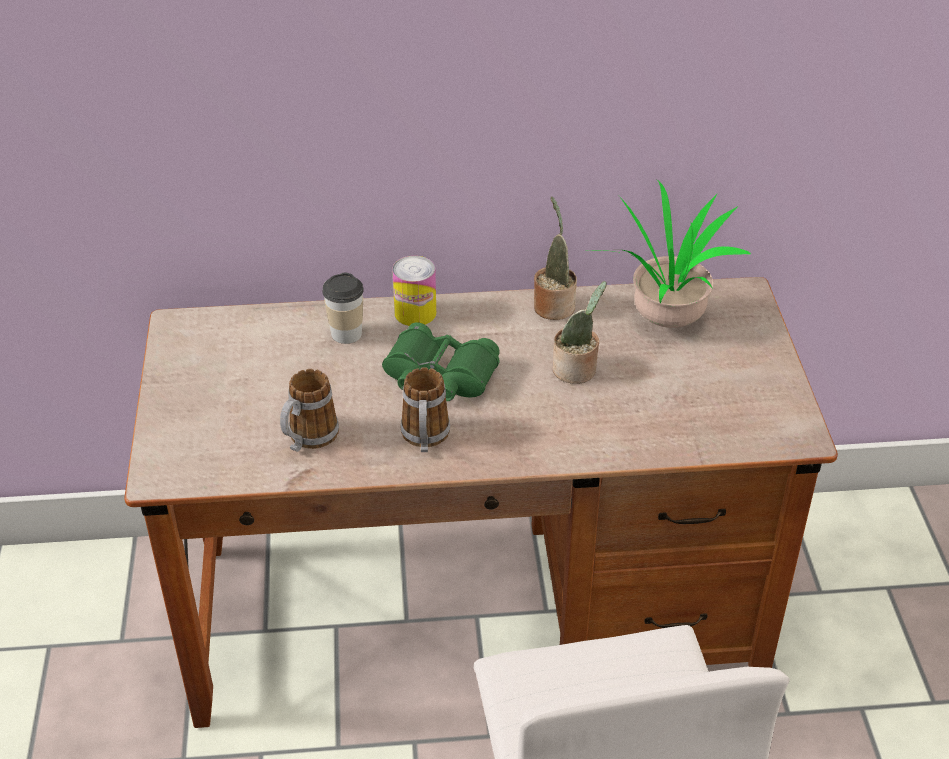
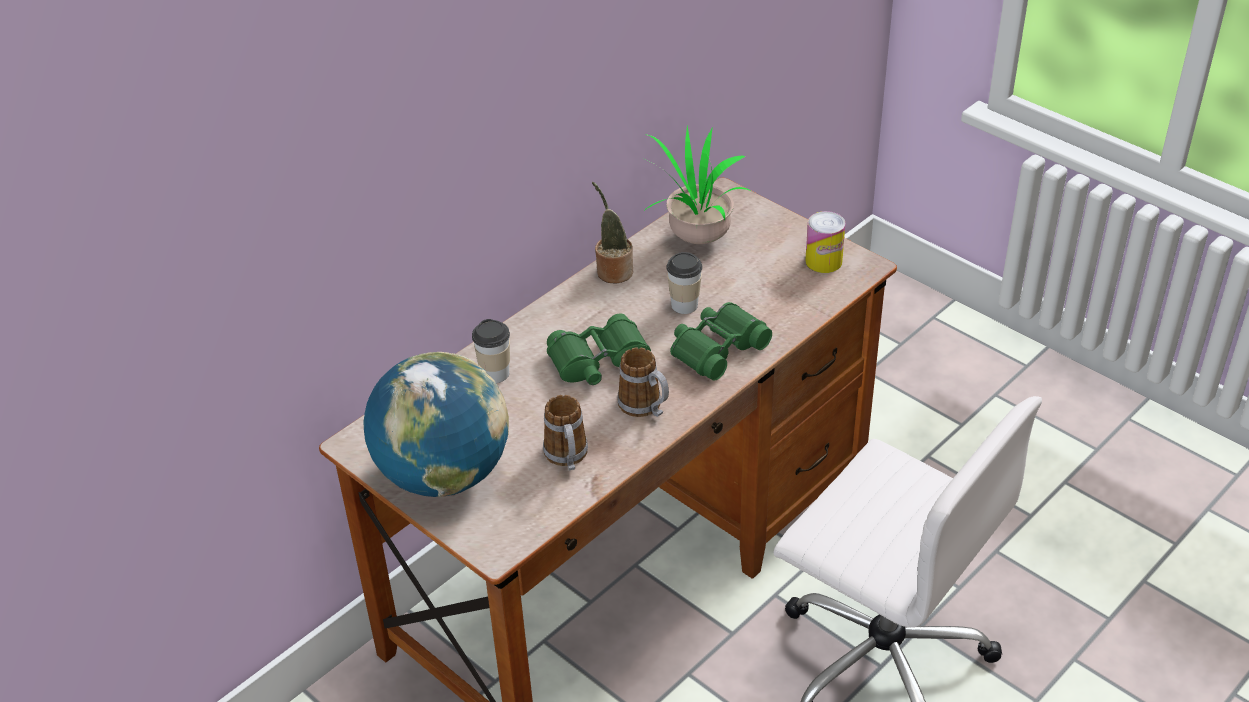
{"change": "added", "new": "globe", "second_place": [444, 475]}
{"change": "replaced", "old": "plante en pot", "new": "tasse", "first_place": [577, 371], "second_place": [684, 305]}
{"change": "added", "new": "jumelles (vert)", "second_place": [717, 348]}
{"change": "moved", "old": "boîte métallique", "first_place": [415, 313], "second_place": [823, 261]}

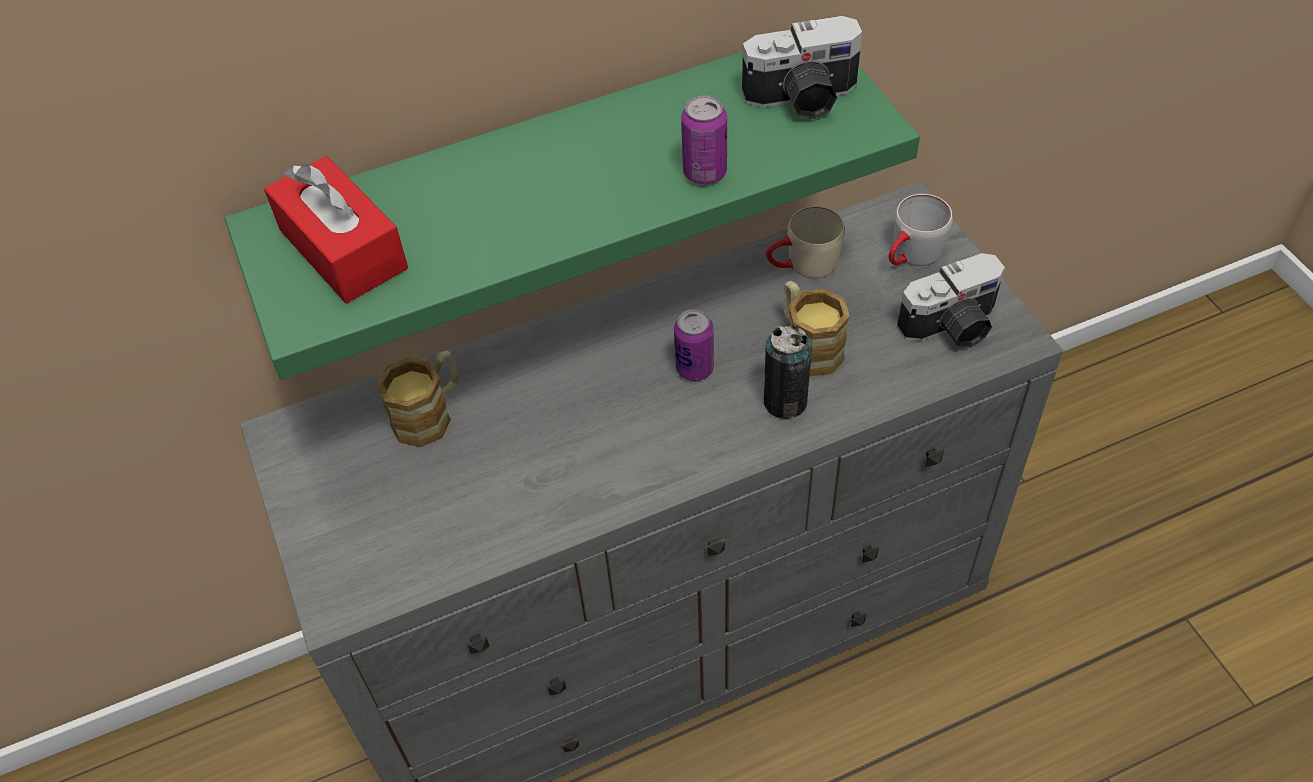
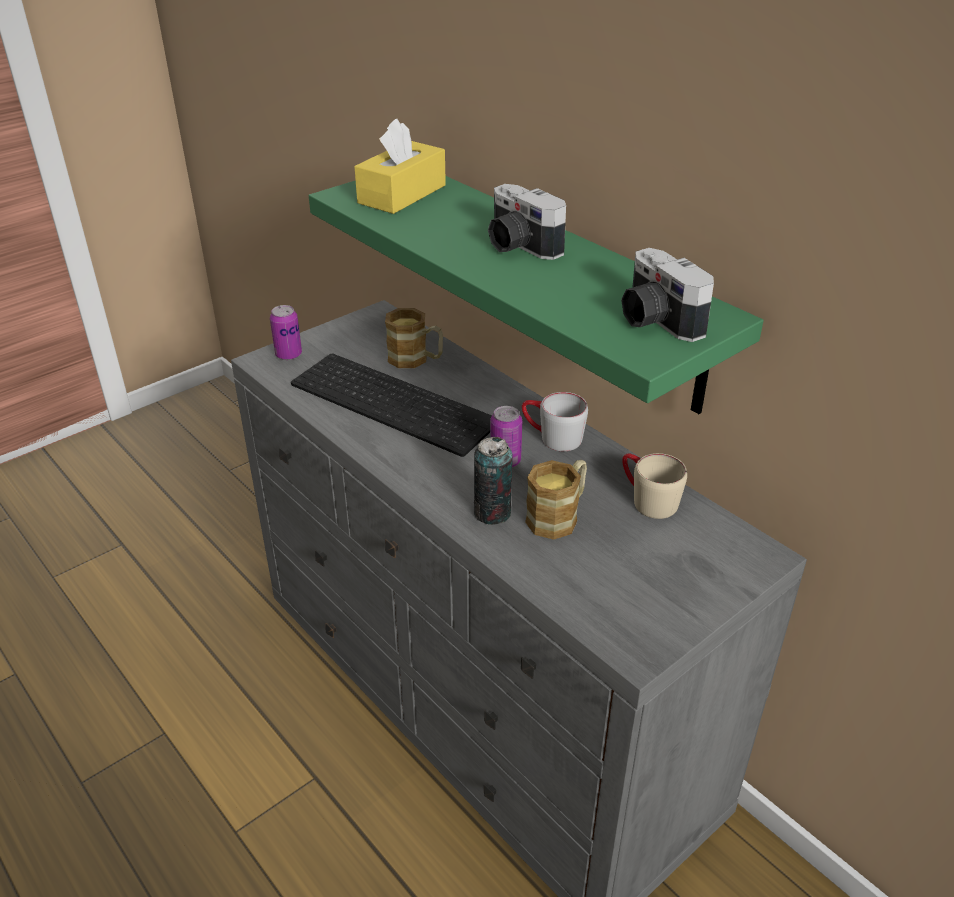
{"change": "moved", "old": "boîte métallique", "first_place": [704, 172], "second_place": [288, 355]}
{"change": "added", "new": "clavier", "second_place": [397, 402]}
{"change": "recoloured", "old": "boîte à mouchoirs (rouge)", "new": "boîte à mouchoirs (jaune)", "first_place": [343, 249], "second_place": [402, 194]}
{"change": "moved", "old": "appareil photo", "first_place": [953, 327], "second_place": [518, 246]}
{"change": "moved", "old": "mug (gris)", "first_place": [911, 256], "second_place": [552, 437]}

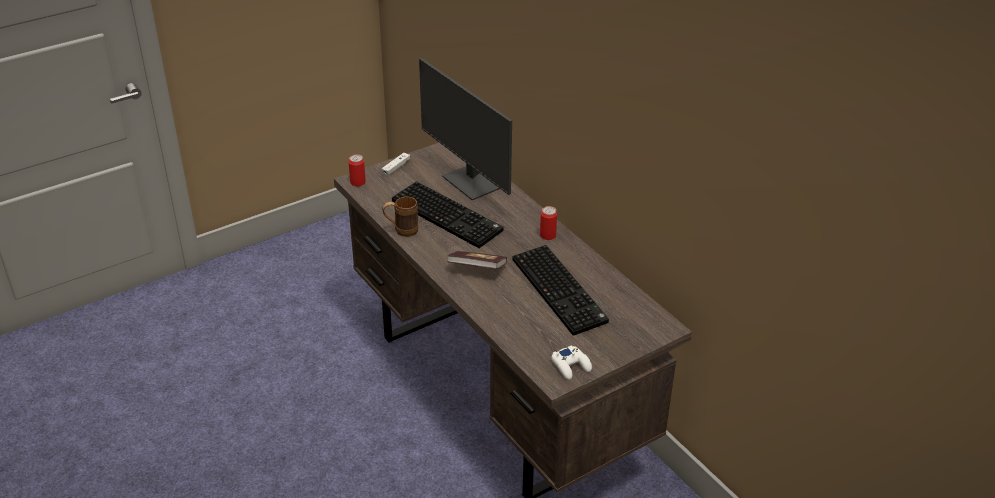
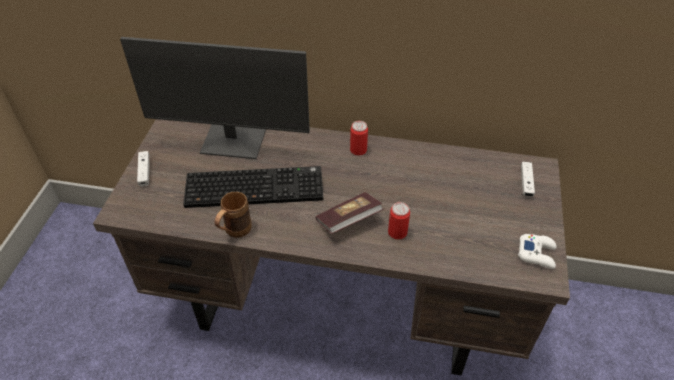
{"change": "moved", "old": "boîte métallique", "first_place": [358, 182], "second_place": [397, 232]}
{"change": "added", "new": "manette (blanc)", "second_place": [526, 183]}
{"change": "removed", "old": "clavier", "first_place": [561, 291]}

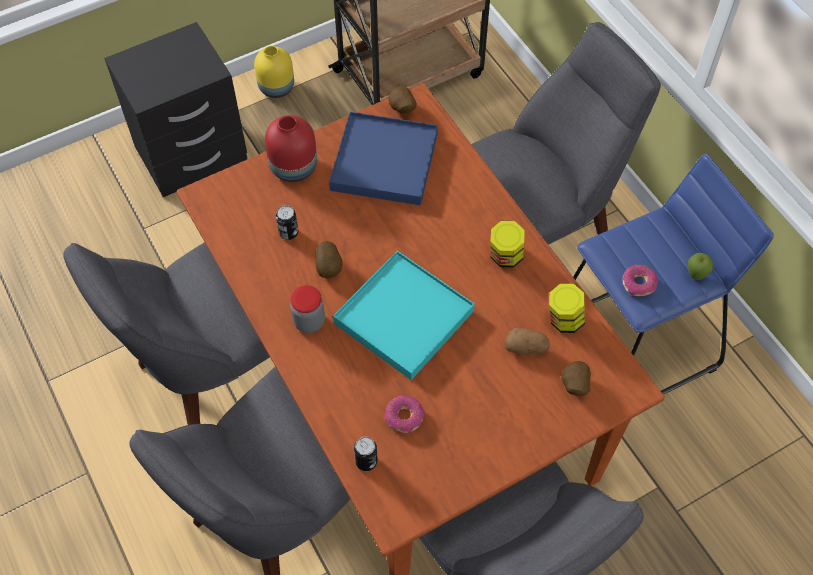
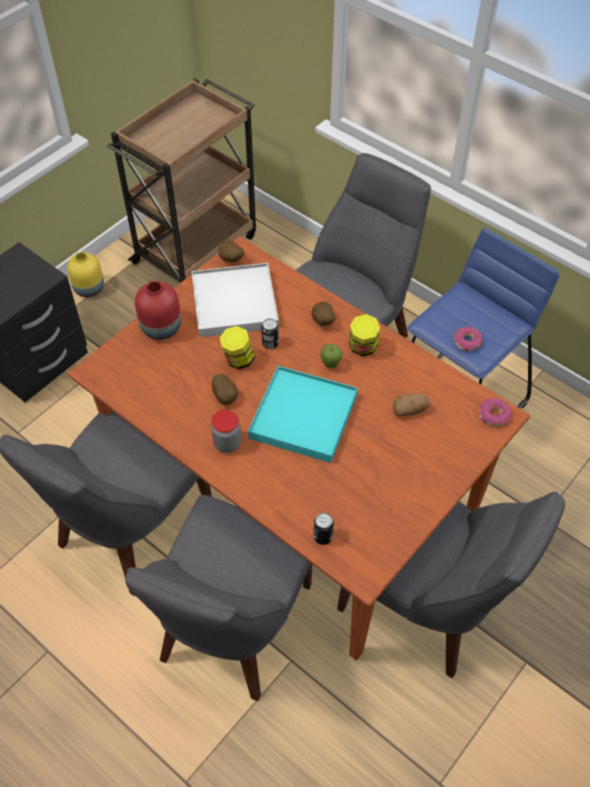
{"change": "recoloured", "old": "plateau (bleu)", "new": "plateau (blanc)", "first_place": [385, 161], "second_place": [235, 303]}
{"change": "moved", "old": "bocal", "first_place": [564, 320], "second_place": [238, 360]}
{"change": "moved", "old": "boîte métallique", "first_place": [288, 233], "second_place": [270, 343]}
{"change": "moved", "old": "pomme de terre", "first_place": [574, 386], "second_place": [322, 322]}
{"change": "moved", "old": "pomme", "first_place": [695, 276], "second_place": [330, 365]}
{"change": "moved", "old": "beignet", "first_place": [404, 417], "second_place": [494, 415]}

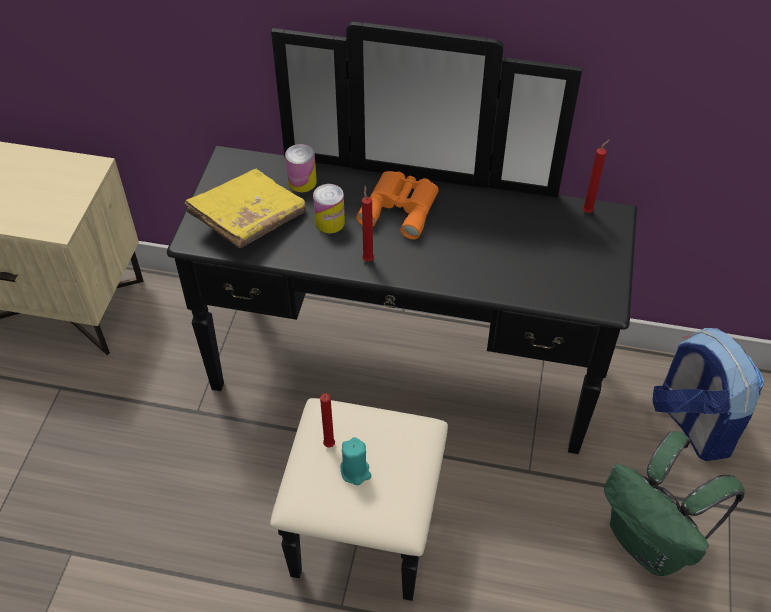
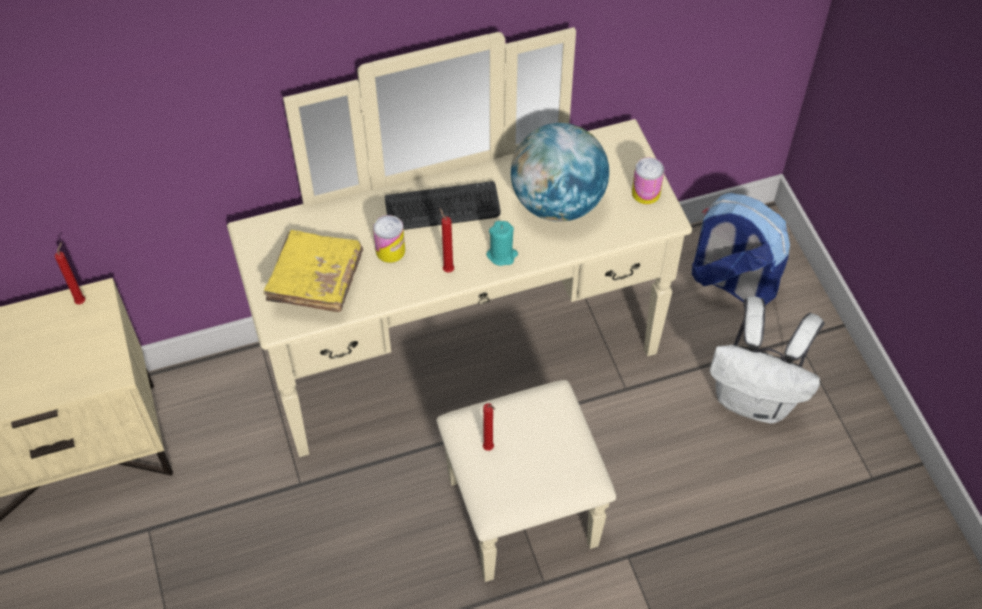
{"change": "moved", "old": "bougie (rouge)", "first_place": [588, 211], "second_place": [82, 301]}
{"change": "recoloured", "old": "commode (noir)", "new": "commode (beige)", "first_place": [396, 405], "second_place": [477, 387]}
{"change": "replaced", "old": "jumelles (orange)", "new": "clavier", "first_place": [401, 207], "second_place": [442, 208]}
{"change": "moved", "old": "bougie (turquoise)", "first_place": [355, 471], "second_place": [502, 255]}
{"change": "added", "new": "globe", "second_place": [557, 202]}
{"change": "moved", "old": "boîte métallique", "first_place": [302, 182], "second_place": [646, 193]}
{"change": "recoloured", "old": "sac à dos (vert)", "new": "sac à dos (blanc)", "first_place": [651, 543], "second_place": [755, 399]}

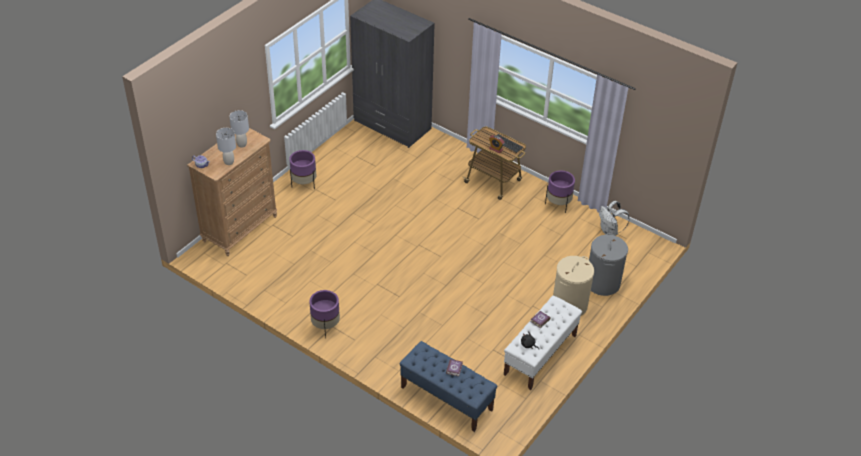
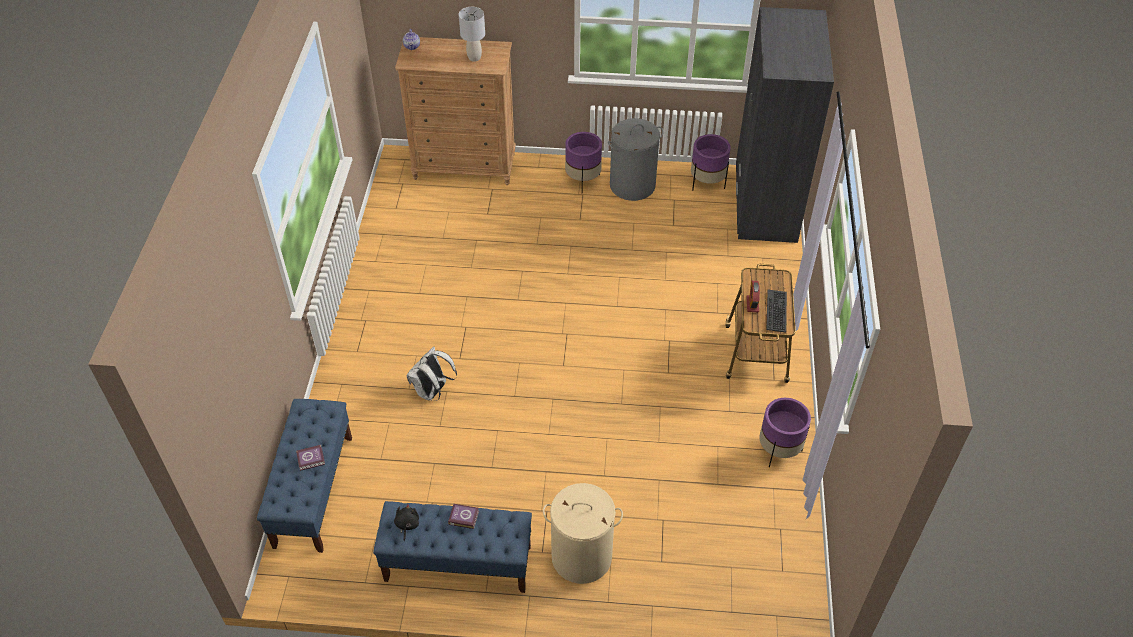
{"change": "recoloured", "old": "banc (blanc)", "new": "banc (bleu)", "first_place": [540, 355], "second_place": [457, 563]}
{"change": "moved", "old": "sac à dos (blanc)", "first_place": [610, 232], "second_place": [432, 392]}
{"change": "moved", "old": "panier à linge (gris)", "first_place": [603, 283], "second_place": [632, 185]}
{"change": "moved", "old": "cache-pot (violet)", "first_place": [325, 326], "second_place": [707, 183]}
{"change": "removed", "old": "lampe de table (gris)", "first_place": [229, 162]}

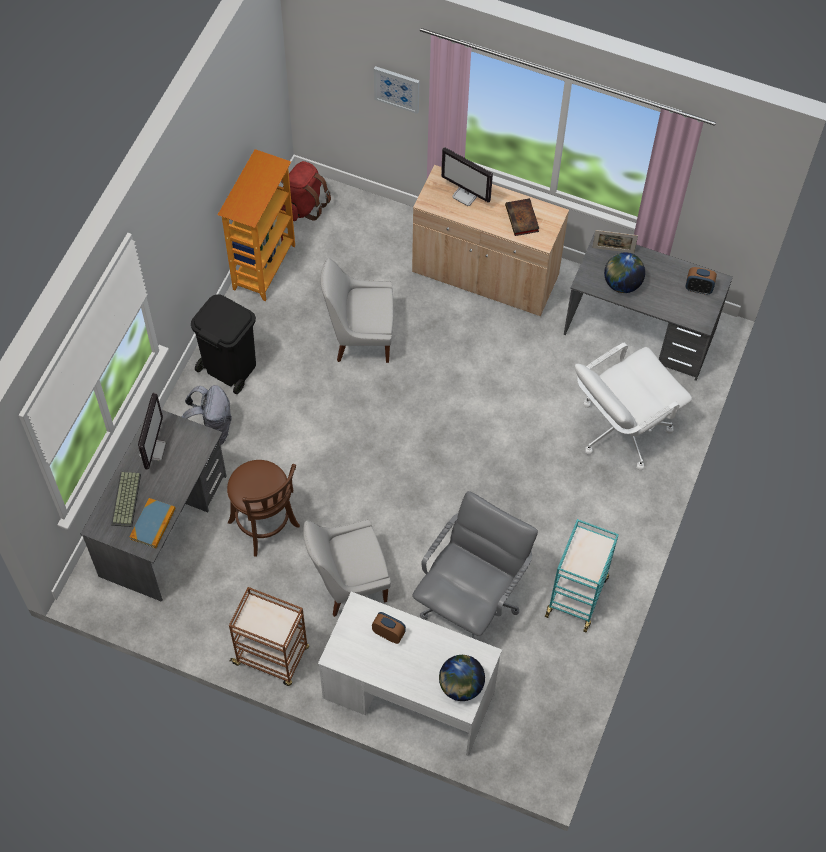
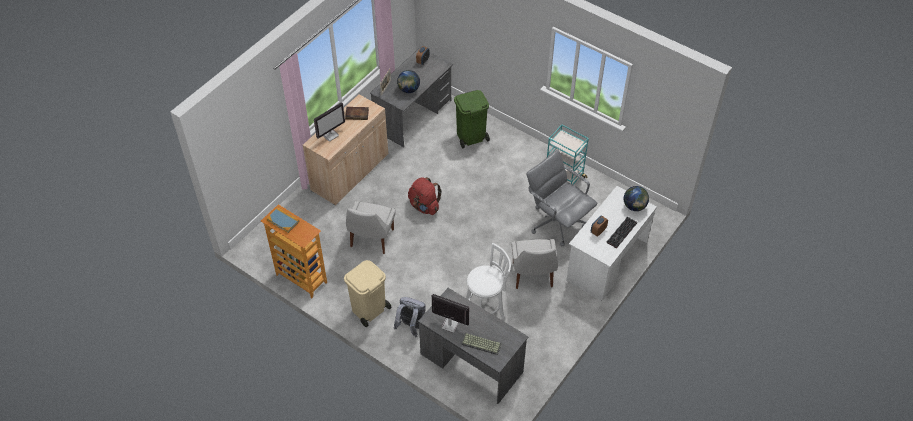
{"change": "moved", "old": "livre", "first_place": [153, 524], "second_place": [283, 221]}
{"change": "recoloured", "old": "poubelle (noir)", "new": "poubelle (beige)", "first_place": [229, 367], "second_place": [368, 309]}
{"change": "moved", "old": "sac à dos (rouge)", "first_place": [303, 206], "second_place": [424, 206]}
{"change": "replaced", "old": "chaise de bureau (blanc)", "new": "poubelle (vert)", "first_place": [621, 429], "second_place": [470, 137]}
{"change": "recoloured", "old": "tabouret (marron)", "new": "tabouret (blanc)", "first_place": [266, 527], "second_place": [486, 309]}
{"change": "added", "new": "clavier", "second_place": [622, 233]}
{"change": "removed", "old": "chariot (marron)", "first_place": [272, 656]}
{"change": "removed", "old": "tableau", "first_place": [397, 88]}

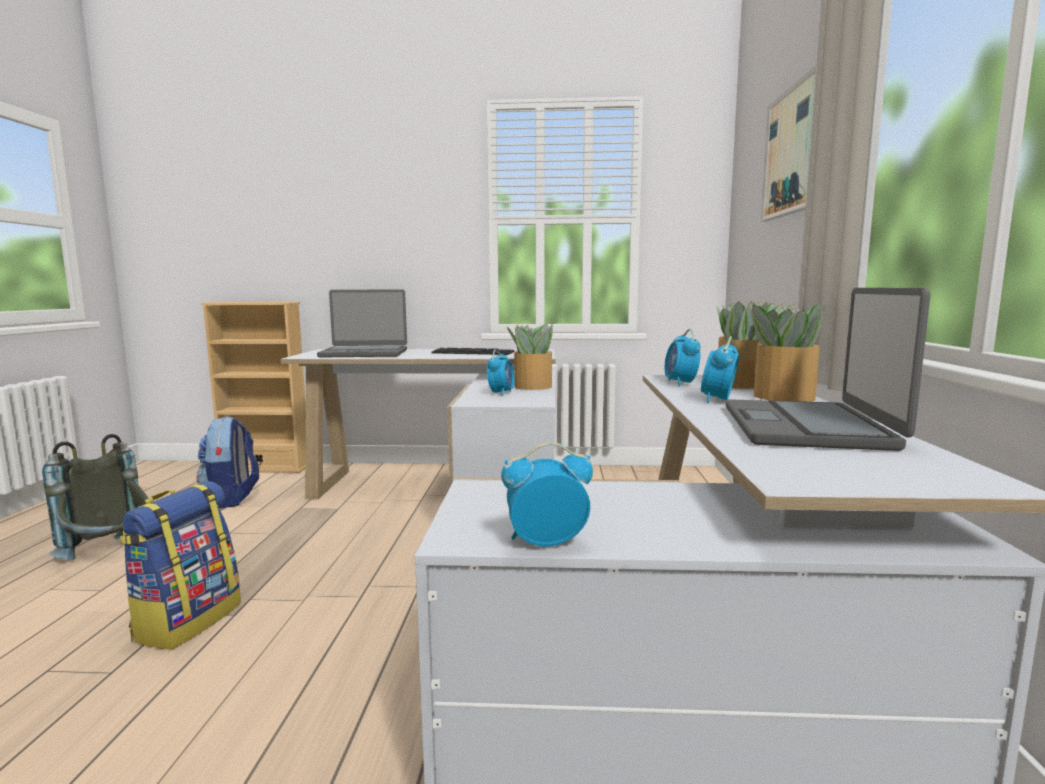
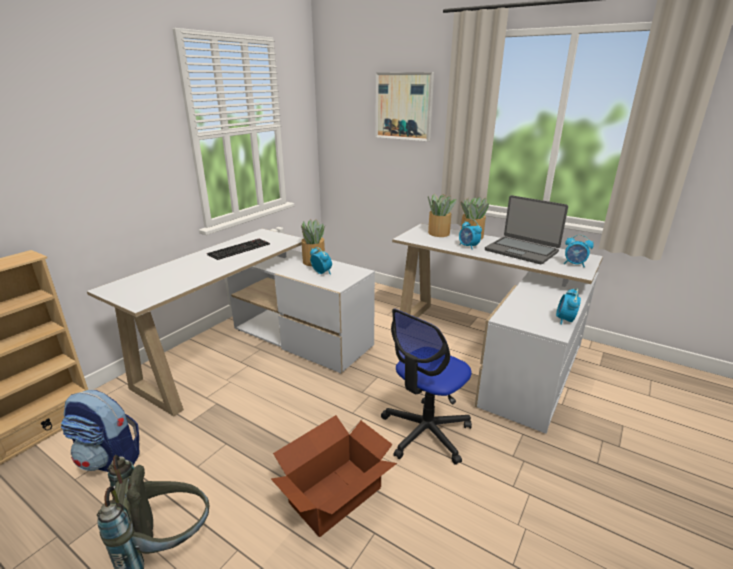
{"change": "replaced", "old": "sac à dos", "new": "carton", "first_place": [188, 621], "second_place": [334, 495]}
{"change": "added", "new": "chaise de bureau", "second_place": [425, 432]}
{"change": "moved", "old": "réveil", "first_place": [680, 383], "second_place": [574, 264]}
{"change": "removed", "old": "ordinateur portable", "first_place": [364, 353]}

